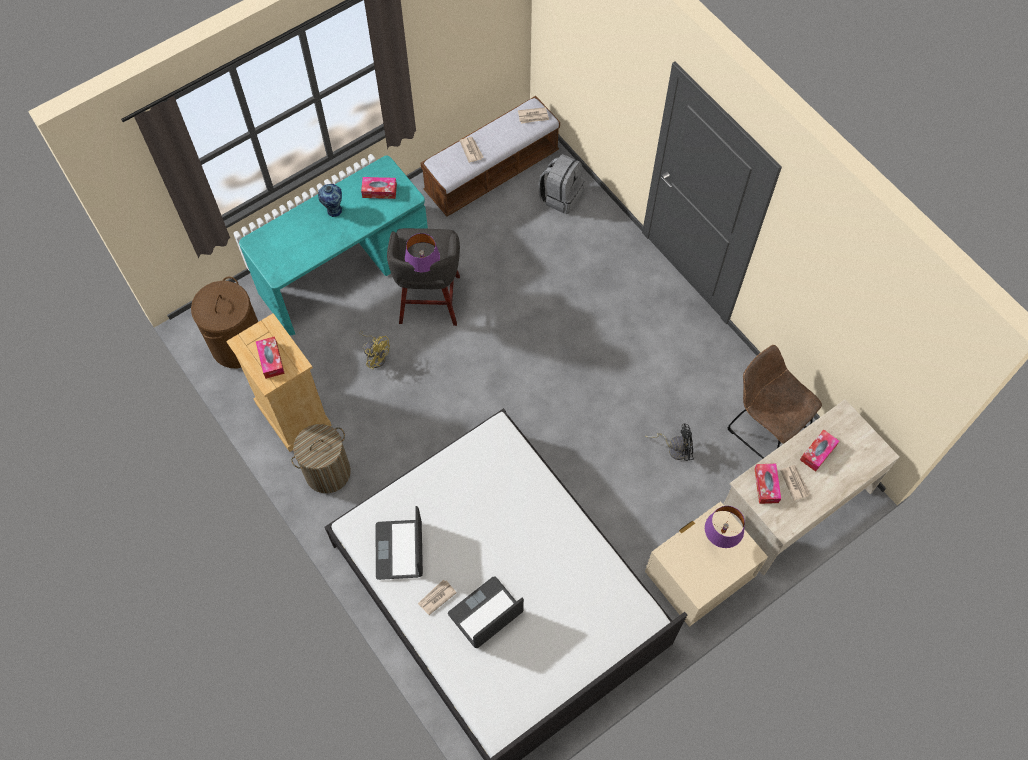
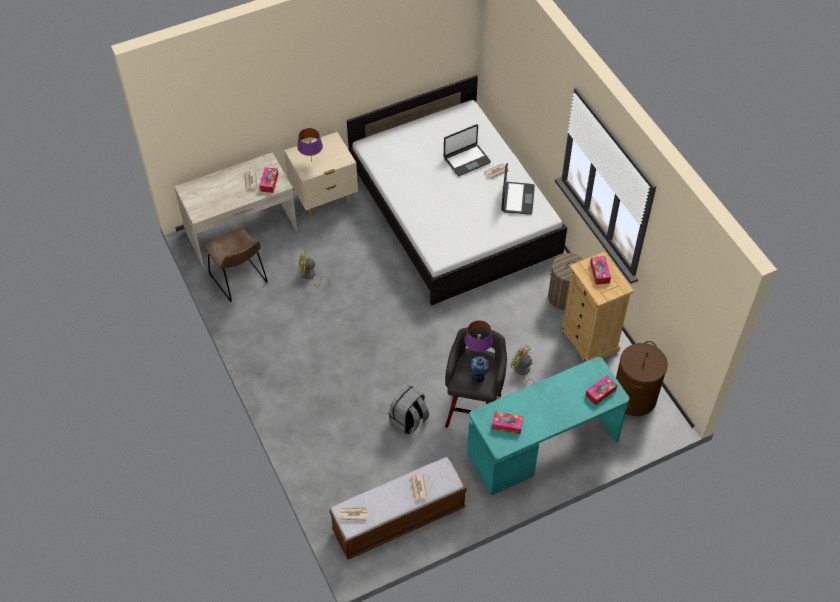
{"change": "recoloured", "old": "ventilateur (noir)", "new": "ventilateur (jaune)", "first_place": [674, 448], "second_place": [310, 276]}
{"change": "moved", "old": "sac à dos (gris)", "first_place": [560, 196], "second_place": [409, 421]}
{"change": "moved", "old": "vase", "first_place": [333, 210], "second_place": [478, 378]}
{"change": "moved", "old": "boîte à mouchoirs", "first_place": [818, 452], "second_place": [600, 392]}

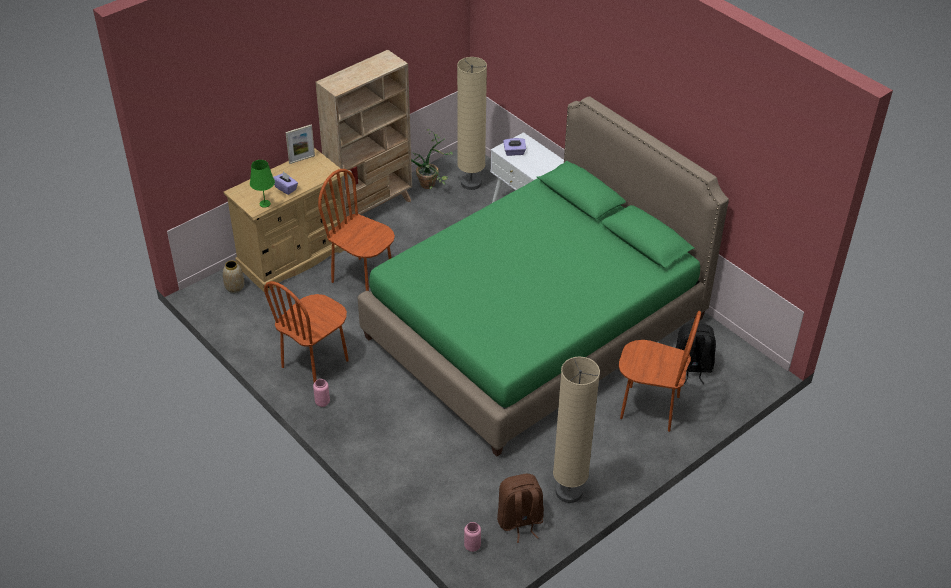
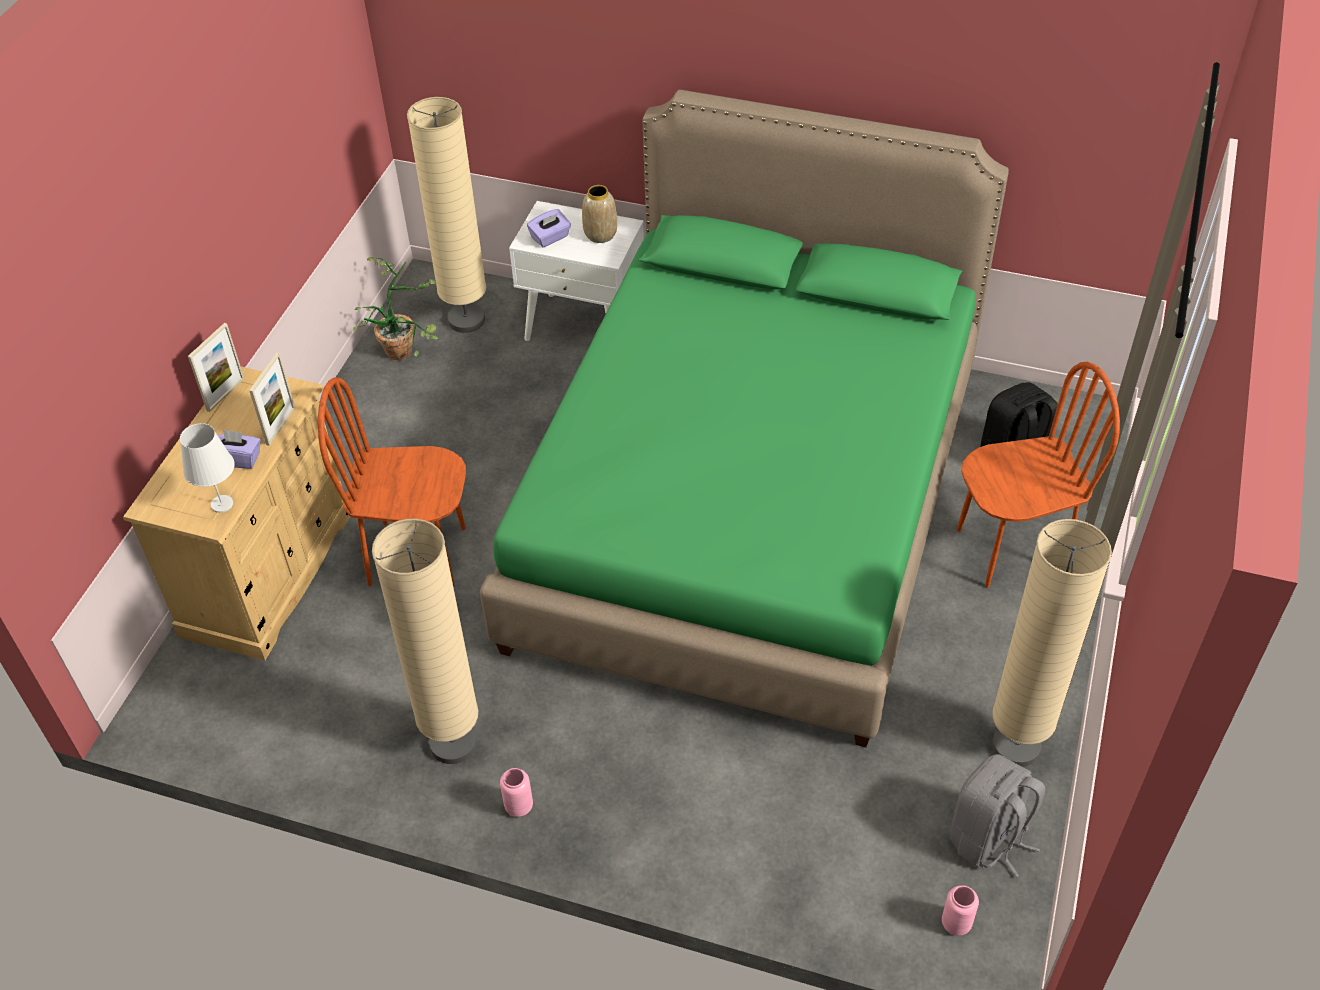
{"change": "recoloured", "old": "lampe de table (vert)", "new": "lampe de table (blanc)", "first_place": [265, 204], "second_place": [222, 504]}
{"change": "added", "new": "cadre photo", "second_place": [281, 426]}
{"change": "replaced", "old": "chaise (marron)", "new": "lampadaire (beige)", "first_place": [315, 364], "second_place": [453, 744]}
{"change": "moved", "old": "vase", "first_place": [234, 288], "second_place": [600, 235]}
{"change": "recoloured", "old": "sac à dos (marron)", "new": "sac à dos (gris)", "first_place": [520, 522], "second_place": [989, 838]}
{"change": "removed", "old": "bibliothèque (beige)", "first_place": [371, 209]}

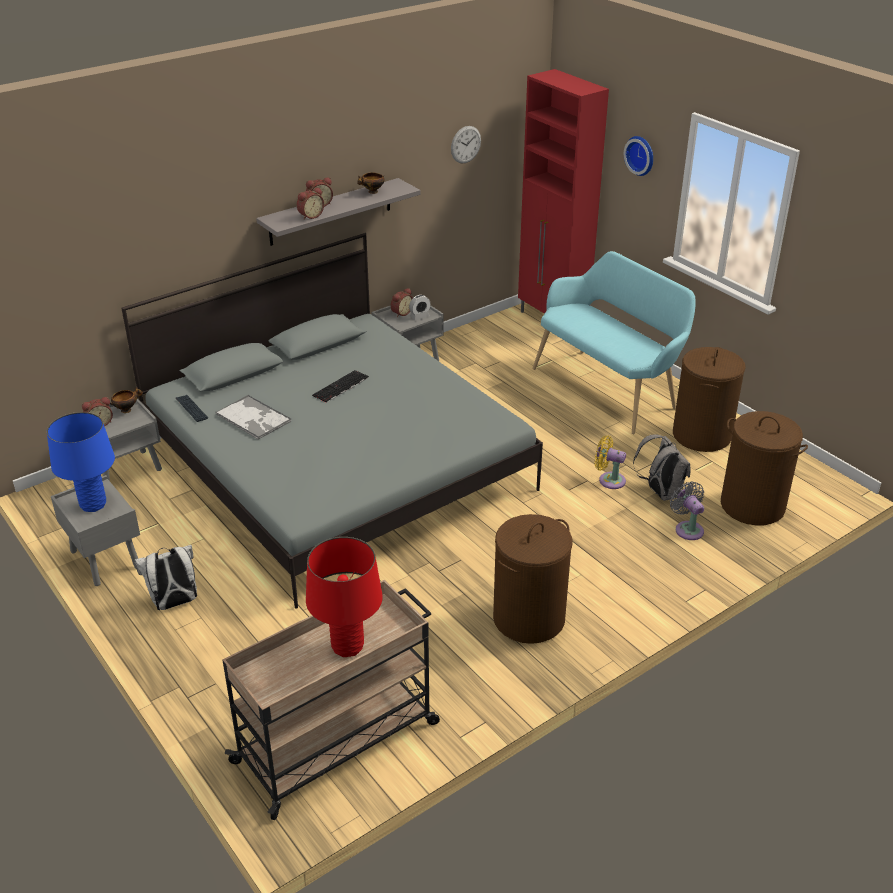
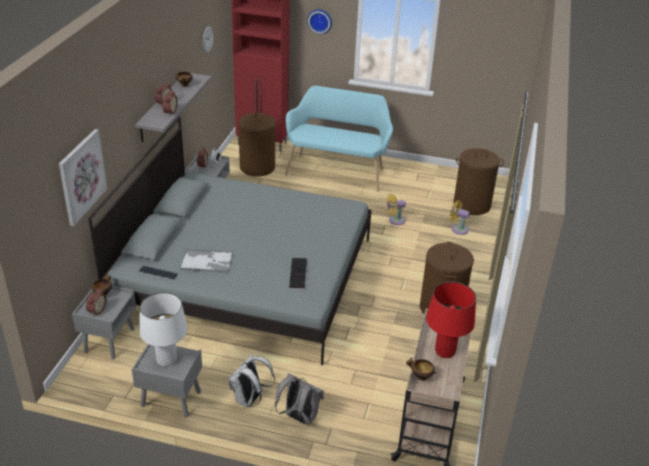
{"change": "added", "new": "tableau", "second_place": [81, 176]}
{"change": "recoloured", "old": "lampe de table (bleu)", "new": "lampe de table (blanc)", "first_place": [93, 504], "second_place": [166, 360]}
{"change": "moved", "old": "panier à linge (marron)", "first_place": [702, 435], "second_place": [257, 167]}
{"change": "moved", "old": "sac à dos (gris)", "first_place": [660, 492], "second_place": [299, 417]}
{"change": "moved", "old": "clavier", "first_place": [341, 387], "second_place": [298, 273]}
{"change": "added", "new": "bol", "second_place": [420, 377]}
{"change": "recoloured", "old": "ventilateur (gris)", "new": "ventilateur (jaune)", "first_place": [687, 529], "second_place": [458, 229]}

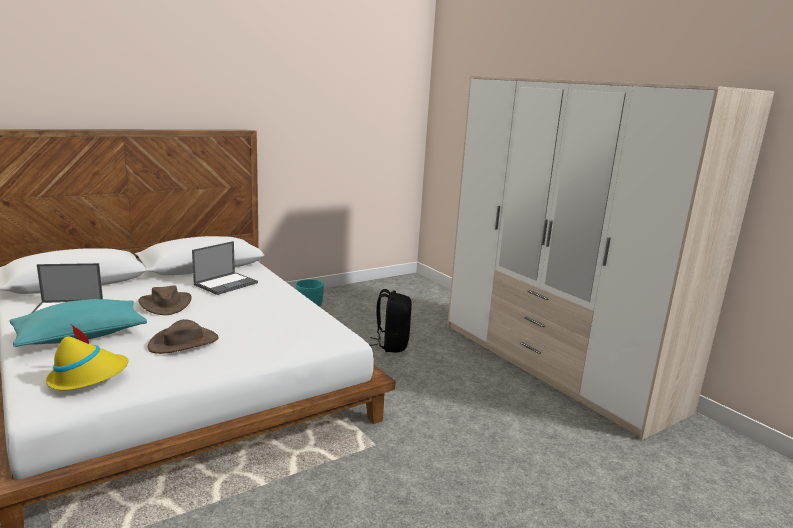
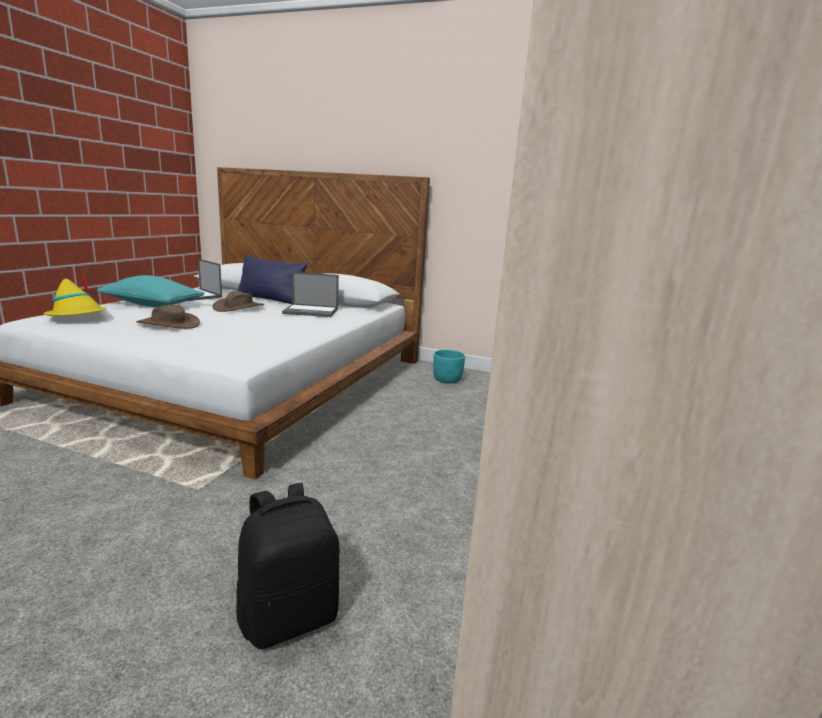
{"change": "moved", "old": "sac à dos (noir)", "first_place": [391, 345], "second_place": [289, 616]}
{"change": "added", "new": "coussin (bleu)", "second_place": [270, 299]}

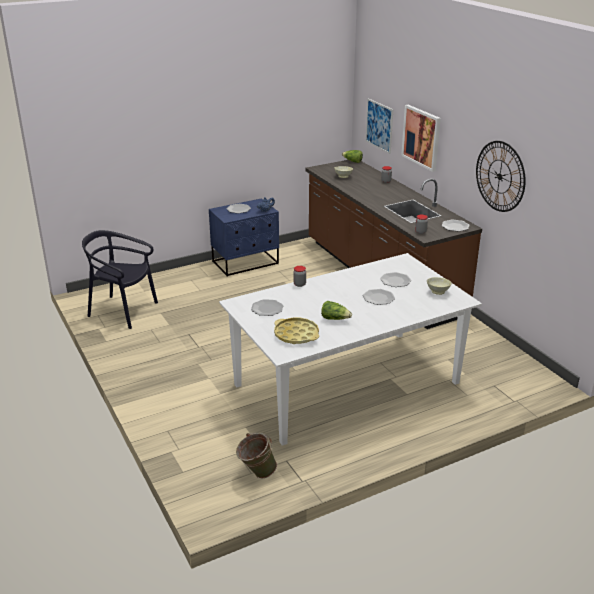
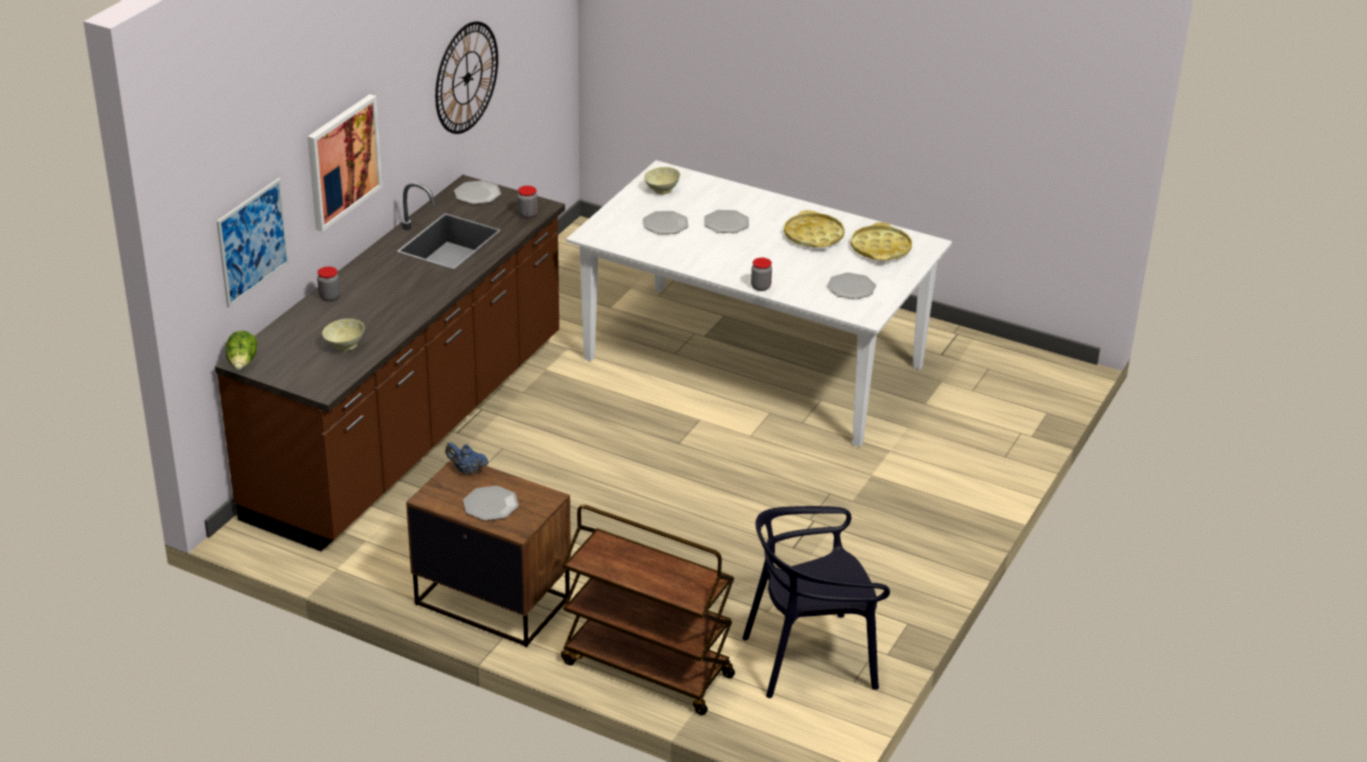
{"change": "recoloured", "old": "table de chevet (bleu)", "new": "table de chevet (marron)", "first_place": [246, 263], "second_place": [492, 601]}
{"change": "added", "new": "chariot (marron)", "second_place": [645, 669]}
{"change": "turned", "old": "chaise (noir)", "first_place": [123, 311], "second_place": [810, 659], "degrees": 90}
{"change": "replaced", "old": "laitue", "new": "plateau (jaune)", "first_place": [335, 319], "second_place": [813, 236]}
{"change": "removed", "old": "seau (vert)", "first_place": [256, 473]}

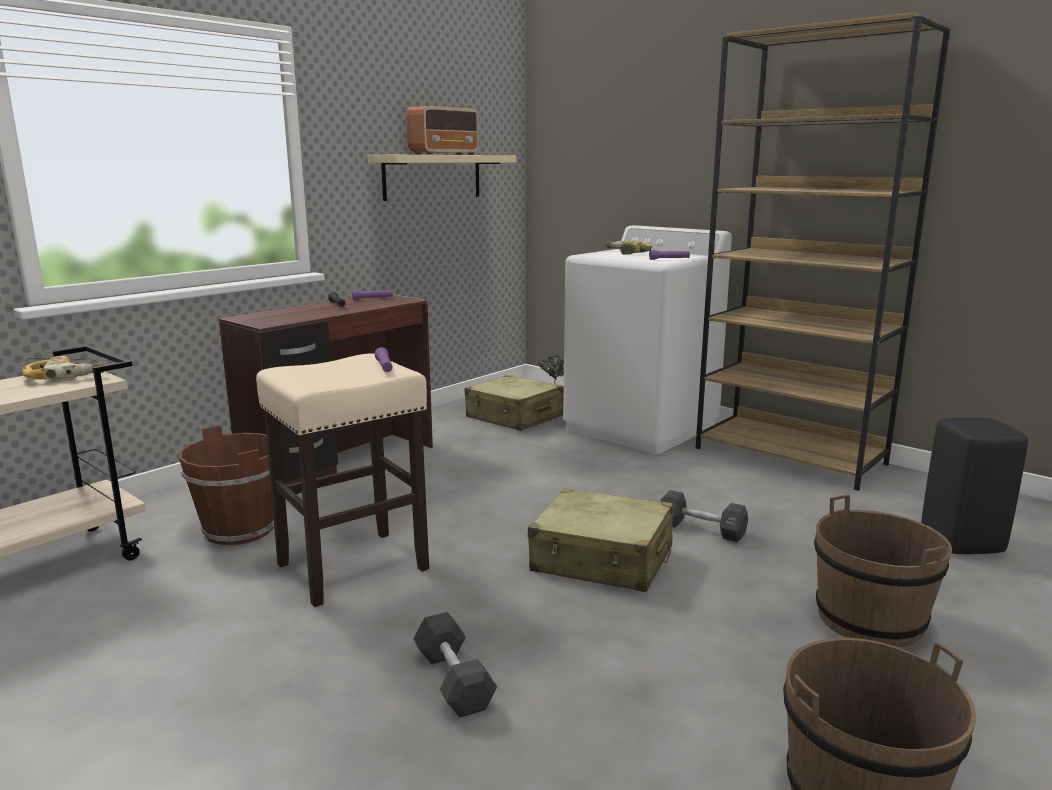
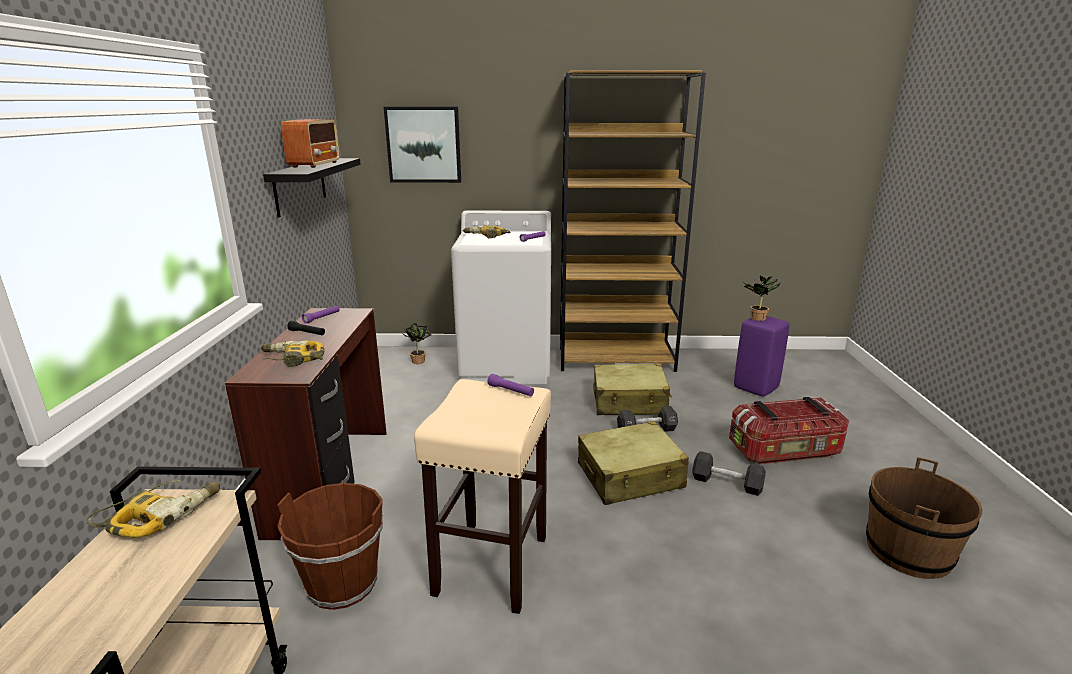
{"change": "added", "new": "perceuse", "second_place": [292, 360]}
{"change": "recoloured", "old": "étagère (beige)", "new": "étagère (noir)", "first_place": [432, 177], "second_place": [300, 186]}
{"change": "added", "new": "tableau", "second_place": [423, 145]}
{"change": "moved", "old": "valise (beige)", "first_place": [514, 417], "second_place": [629, 402]}
{"change": "moved", "old": "haltère (noir)", "first_place": [454, 680], "second_place": [726, 483]}
{"change": "replaced", "old": "seau (marron)", "new": "boîte de rangement", "first_place": [870, 619], "second_place": [785, 451]}
{"change": "recoloured", "old": "tabouret (noir)", "new": "tabouret (violet)", "first_place": [961, 543], "second_place": [756, 388]}
{"change": "added", "new": "plante en pot", "second_place": [756, 318]}

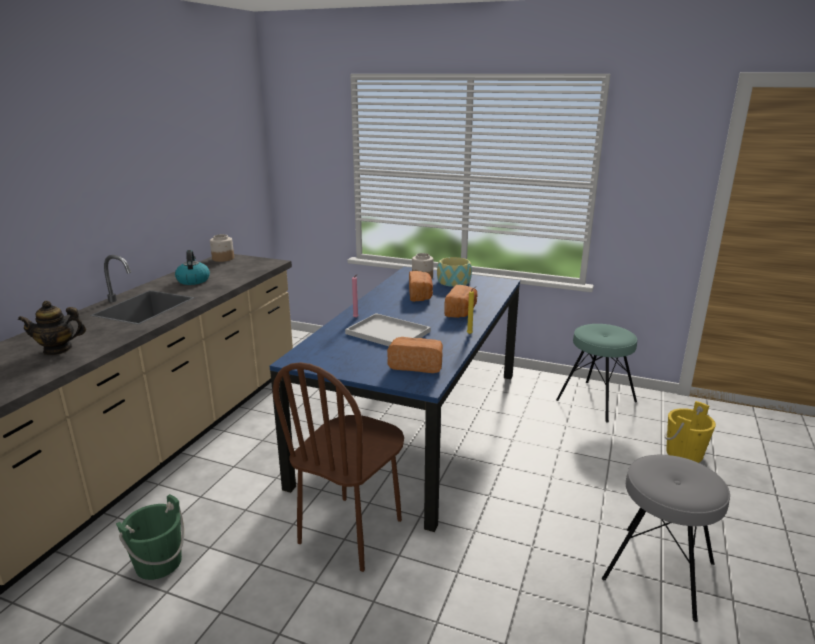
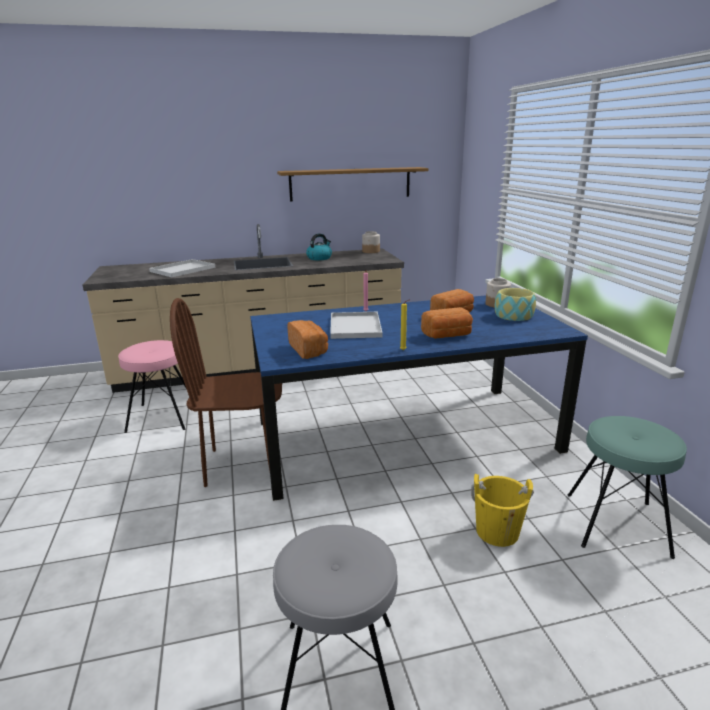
{"change": "replaced", "old": "seau (vert)", "new": "tabouret (rose)", "first_place": [158, 563], "second_place": [162, 417]}
{"change": "replaced", "old": "théière", "new": "plateau (blanc)", "first_place": [58, 349], "second_place": [182, 270]}
{"change": "added", "new": "étagère", "second_place": [350, 184]}
{"change": "moved", "old": "seau (jaune)", "first_place": [684, 453], "second_place": [497, 532]}

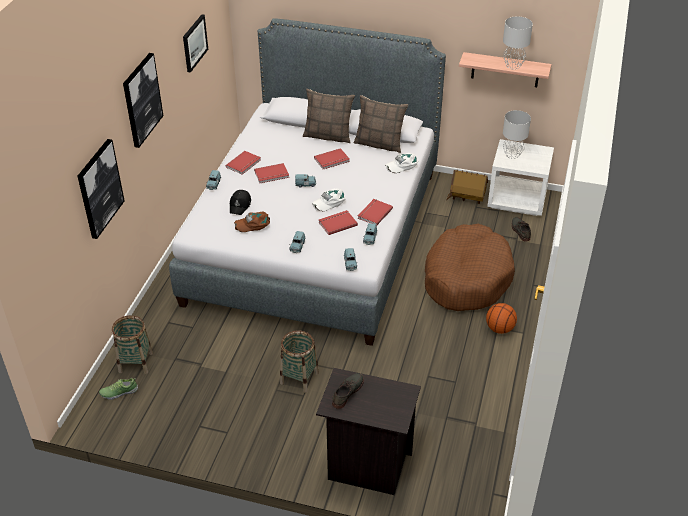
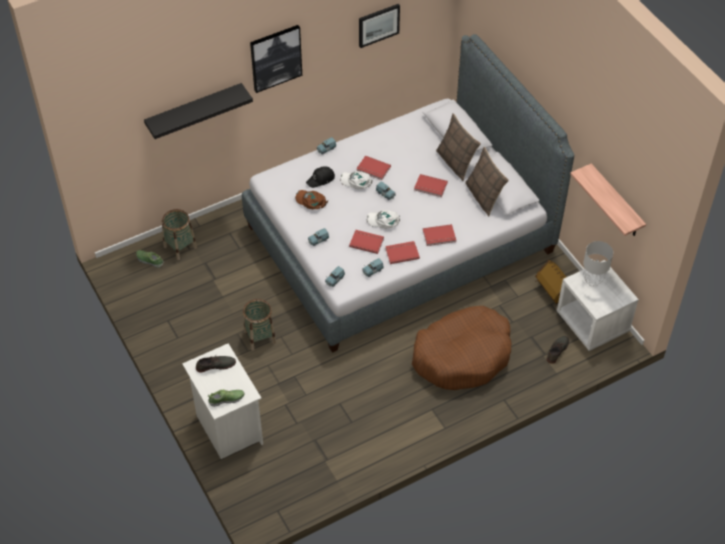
{"change": "replaced", "old": "tableau", "new": "étagère (noir)", "first_place": [99, 188], "second_place": [194, 111]}
{"change": "recoloured", "old": "table de chevet (noir)", "new": "table de chevet (blanc)", "first_place": [366, 466], "second_place": [227, 428]}
{"change": "added", "new": "chaussure", "second_place": [226, 399]}
{"change": "moved", "old": "casquette (blanc)", "first_place": [402, 165], "second_place": [356, 181]}
{"change": "moved", "old": "livre (rouge)", "first_place": [244, 164], "second_place": [439, 236]}
{"change": "removed", "old": "ballon de basket", "first_place": [499, 329]}
{"change": "removed", "old": "lampe de table (gris)", "first_place": [513, 65]}

